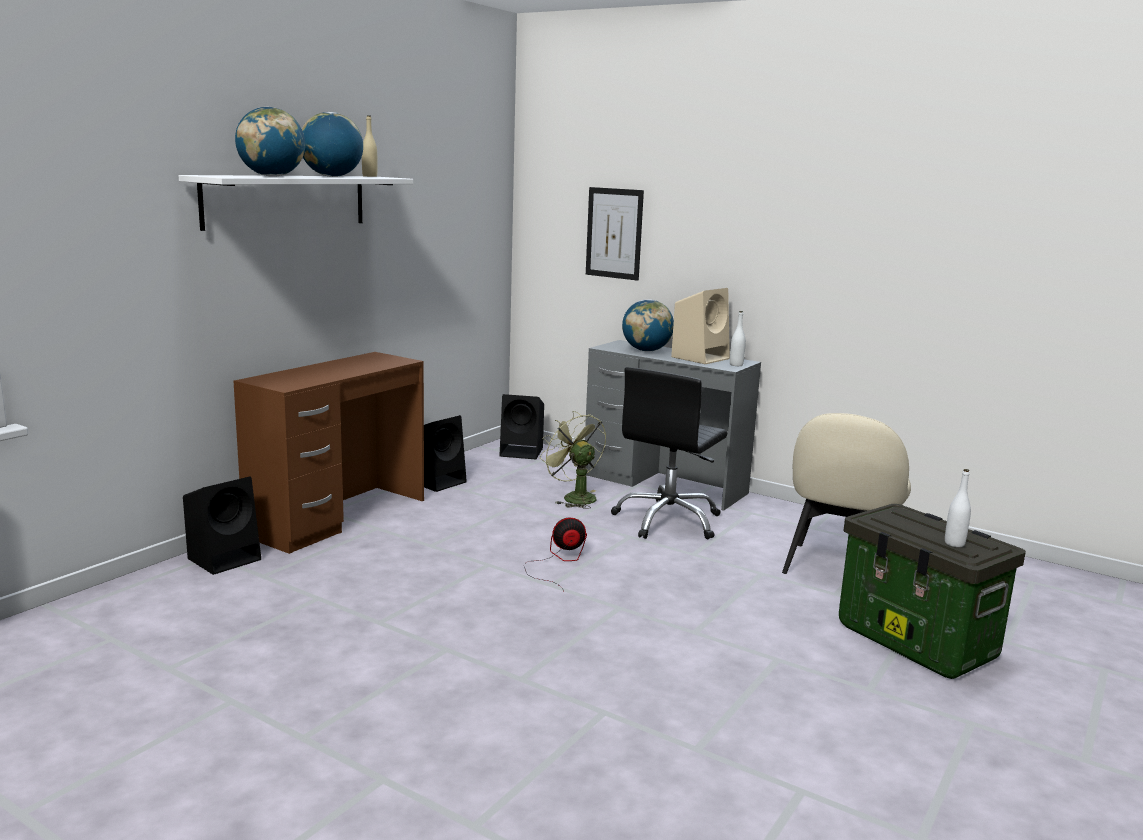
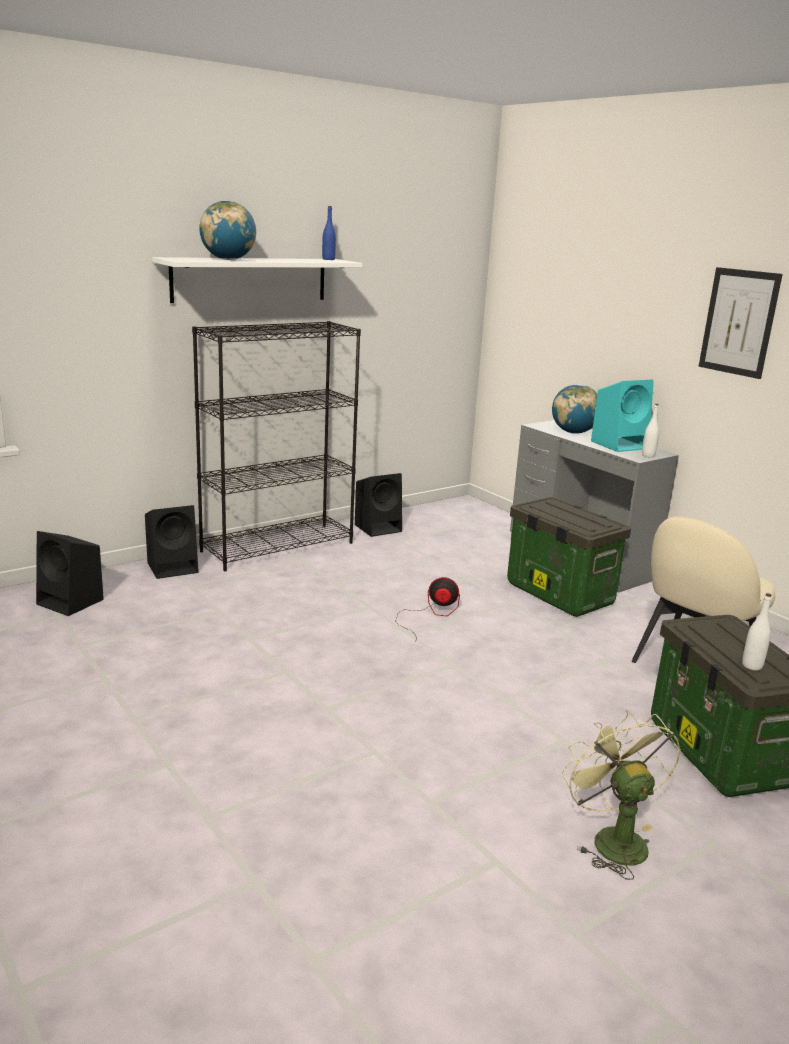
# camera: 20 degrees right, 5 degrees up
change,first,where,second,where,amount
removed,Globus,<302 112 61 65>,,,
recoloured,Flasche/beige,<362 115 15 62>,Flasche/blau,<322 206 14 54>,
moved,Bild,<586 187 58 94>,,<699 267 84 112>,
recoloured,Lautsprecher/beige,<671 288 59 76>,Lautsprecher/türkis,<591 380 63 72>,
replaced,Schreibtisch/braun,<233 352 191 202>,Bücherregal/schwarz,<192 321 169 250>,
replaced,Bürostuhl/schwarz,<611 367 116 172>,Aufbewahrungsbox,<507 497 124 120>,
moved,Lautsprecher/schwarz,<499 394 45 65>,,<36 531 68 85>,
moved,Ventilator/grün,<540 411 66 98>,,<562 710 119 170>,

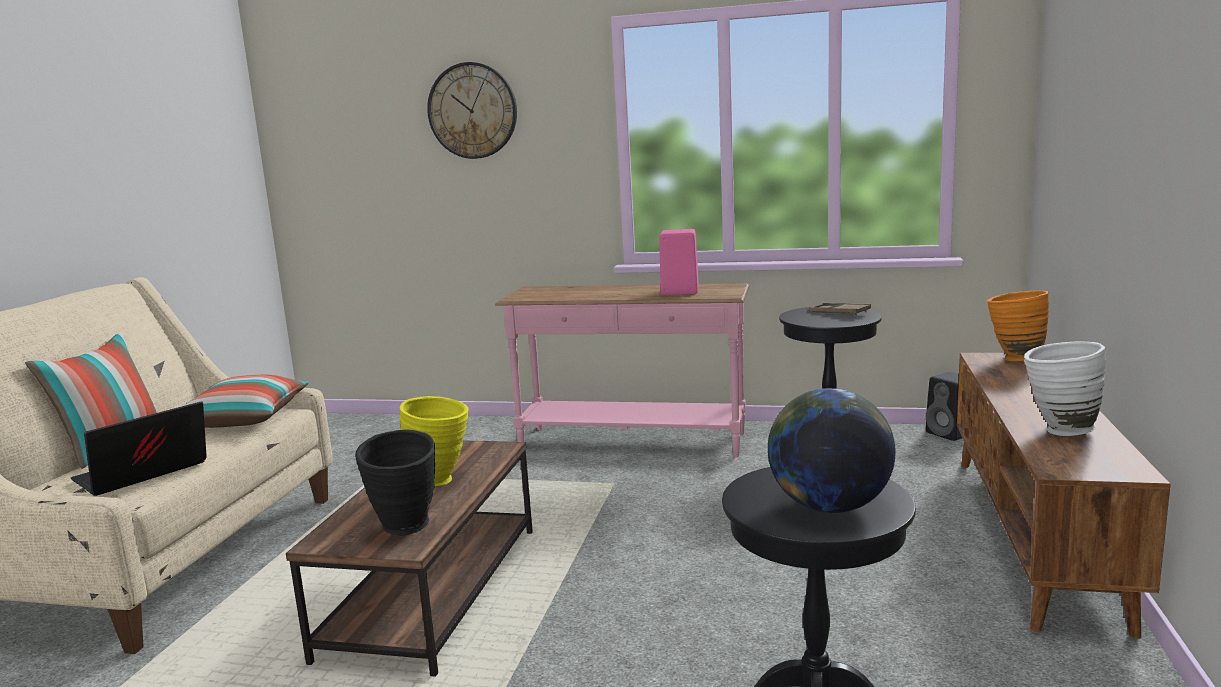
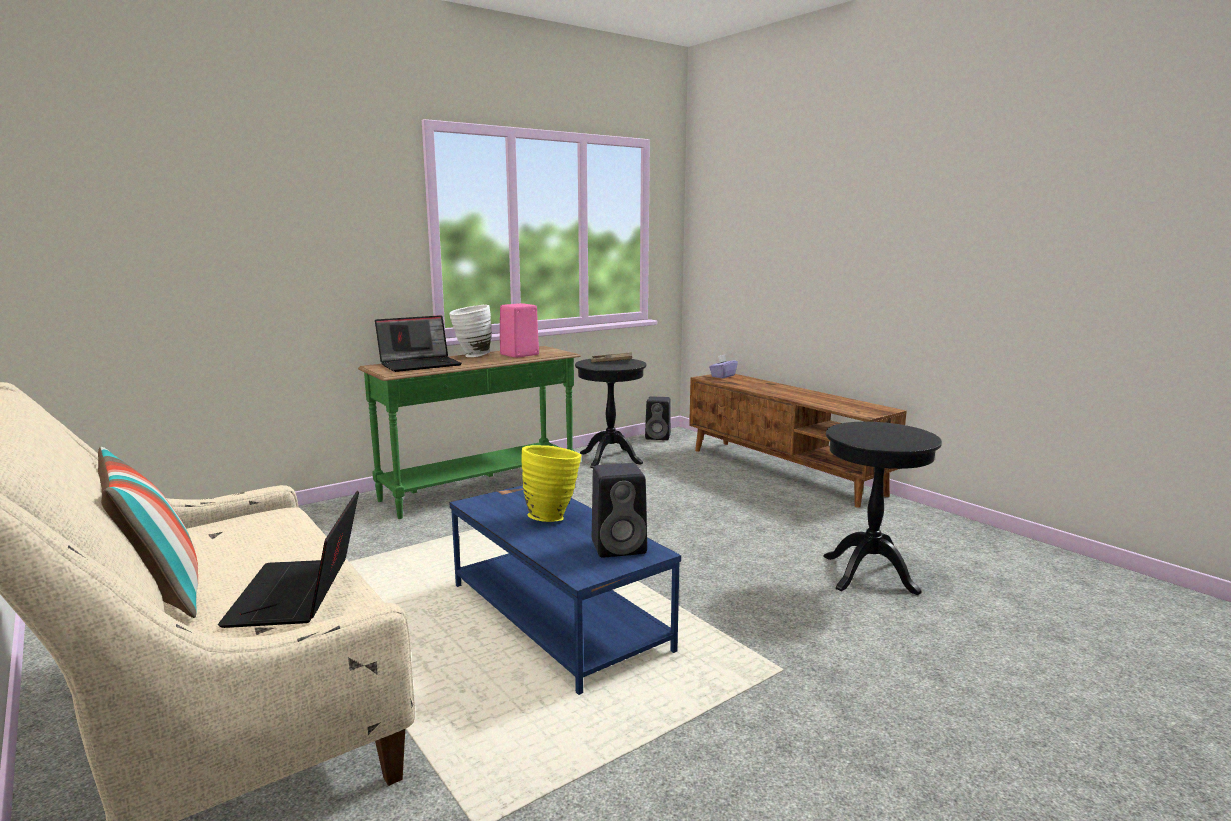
# camera: 50 degrees left, 0 degrees up
change,first,where,second,where,amount
removed,Wanduhr,<427 62 90 97>,,,
recoloured,Konsolentisch/rosa,<495 283 254 174>,Konsolentisch/grün,<358 346 223 173>,
replaced,Vase/orange,<987 291 62 70>,Taschentuchbox/lila,<709 354 29 24>,
moved,Vase/weiß,<1024 342 82 94>,,<449 305 42 52>,
removed,Kissen,<184 375 124 53>,,,
removed,Globus,<768 388 128 125>,,,
replaced,Vase/schwarz,<355 430 80 106>,Lautsprecher/schwarz,<592 463 55 94>,
recoloured,Couchtisch/braun,<286 440 247 237>,Couchtisch/blau,<449 485 232 210>,
added,,,Laptop,<375 315 87 57>,

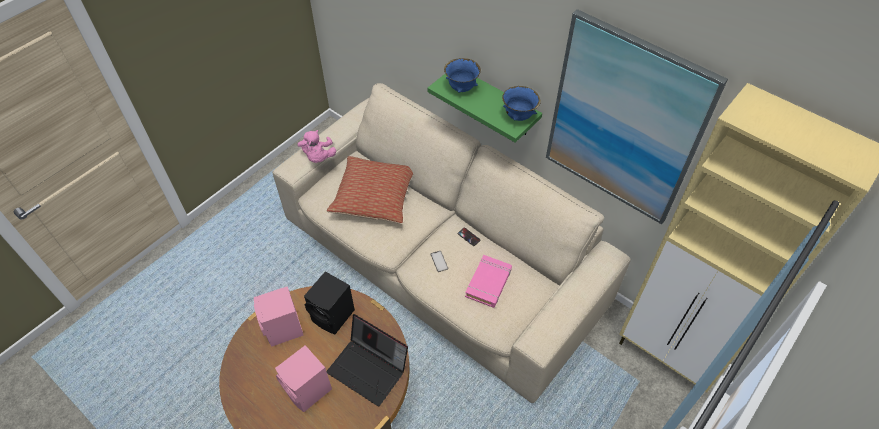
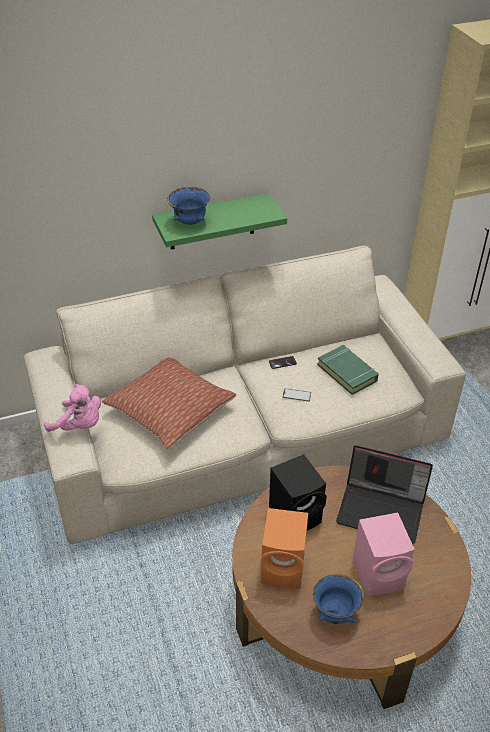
# camera: 60 degrees left, 10 degrees down
change,first,where,second,where,amount
removed,Bild,<546 9 182 215>,,,
moved,Schüssel/blau,<502 86 39 35>,,<313 574 51 50>,
recoloured,Buch/rosa,<465 255 47 53>,Buch/grün,<317 345 62 50>,
recoloured,Lautsprecher/rosa,<254 286 50 61>,Lautsprecher/orange,<261 508 47 81>,
turned,Laptop,<326 314 82 92>,,<336 445 97 99>,45 degrees clockwise

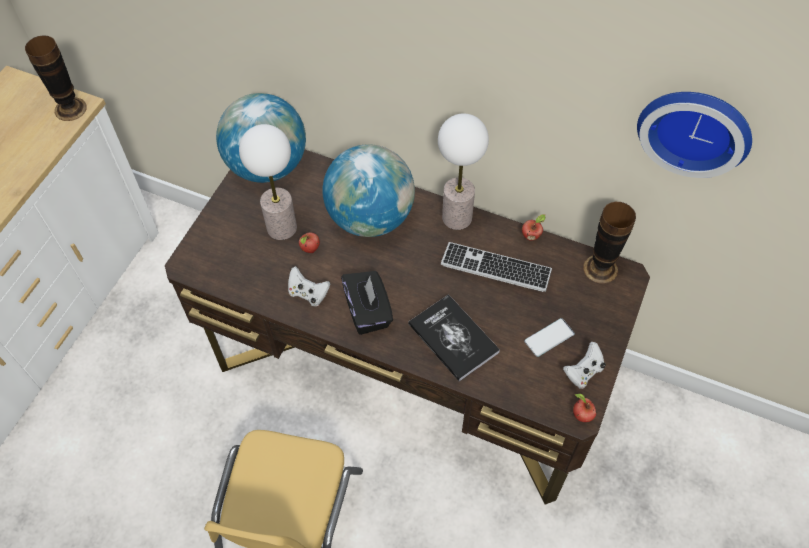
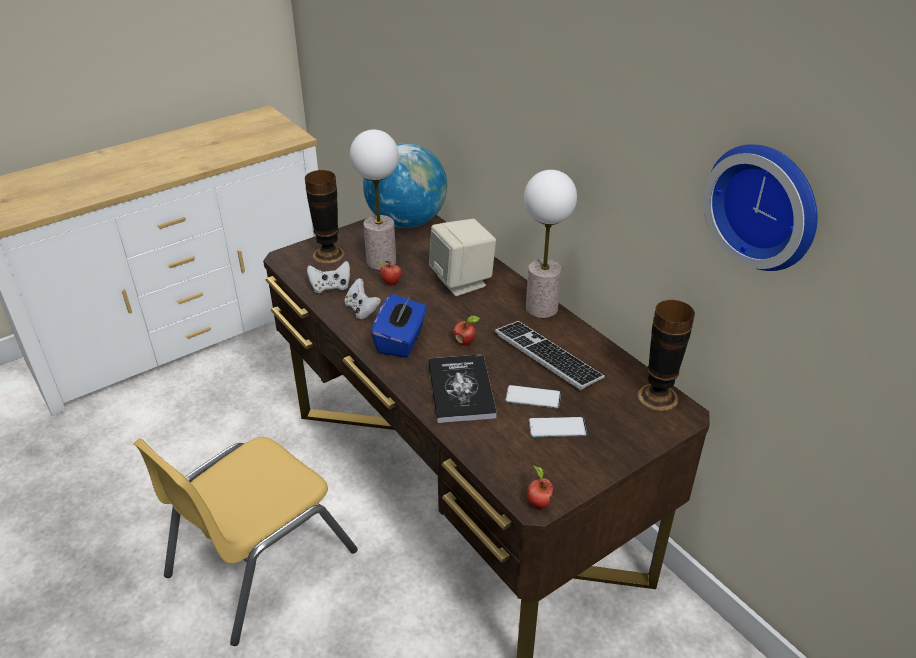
# camera: 30 degrees right, 20 degrees down
change,first,where,second,where,amount
moved,Vase,<25 35 62 86>,,<305 170 40 94>,
replaced,Globus,<322 144 93 93>,Lautsprecher/beige,<429 219 67 77>,
moved,Apfel,<522 215 23 26>,,<453 316 27 30>,
recoloured,Taschentuchbox/schwarz,<341 271 52 64>,Taschentuchbox/blau,<371 294 56 64>,
moved,Gamepad/weiß,<563 342 43 47>,,<307 261 43 32>,
added,,,Handy,<505 385 56 23>,

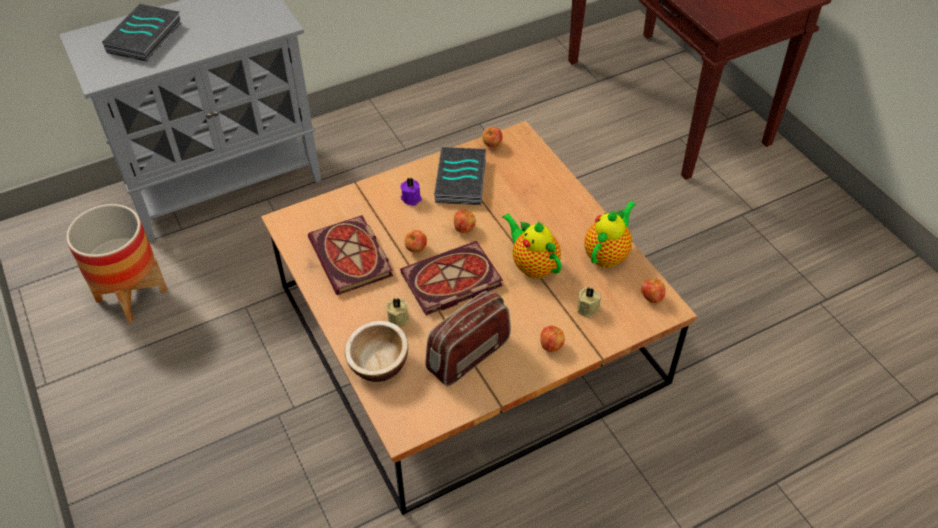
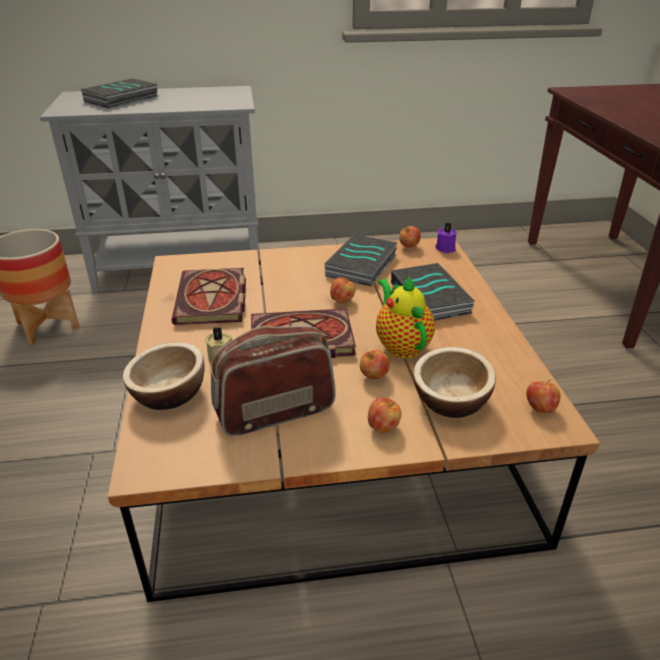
# camera: 20 degrees right, 15 degrees down
change,first,where,second,where,amount
moved,Kerze/lila,<400 178 22 28>,,<435 223 21 30>,
removed,Teekanne,<584 201 52 67>,,,
moved,Apfel,<405 230 22 23>,,<360 350 30 29>,
replaced,Kerze/beige,<577 288 24 30>,Schüssel,<413 347 83 71>,
added,,,Buch,<391 263 84 58>,

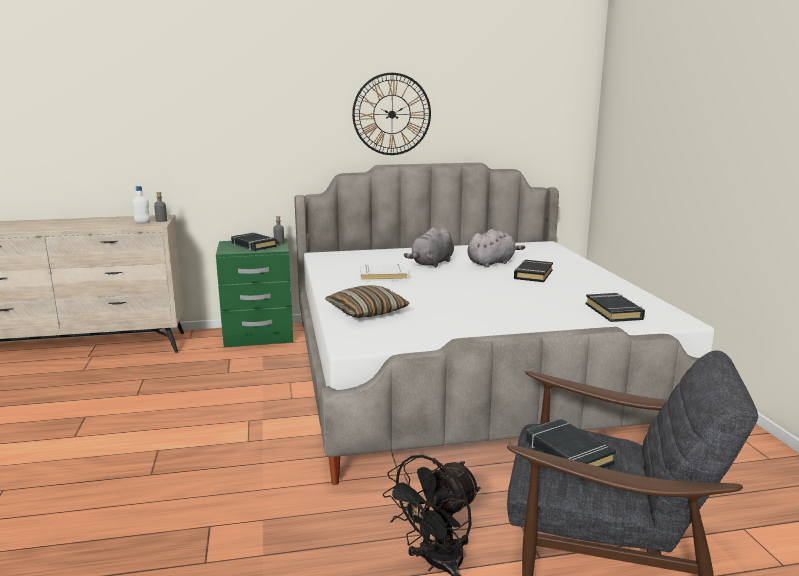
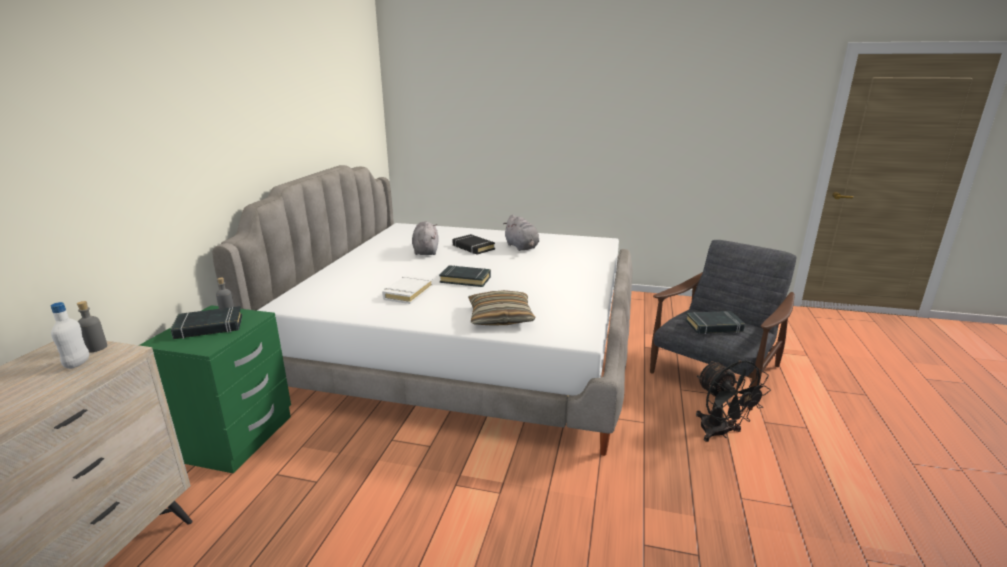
# camera: 65 degrees left, 5 degrees up
change,first,where,second,where,amount
removed,Wanduhr,<352 73 79 82>,,,
moved,Plüschtier/grau,<404 227 50 40>,,<503 215 36 36>,
moved,Buch/schwarz,<586 293 59 29>,,<439 265 52 22>,

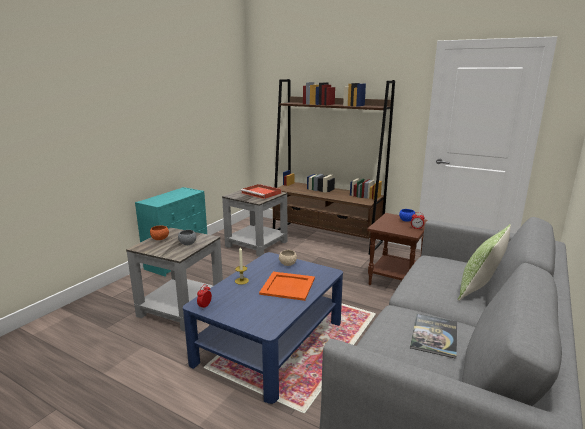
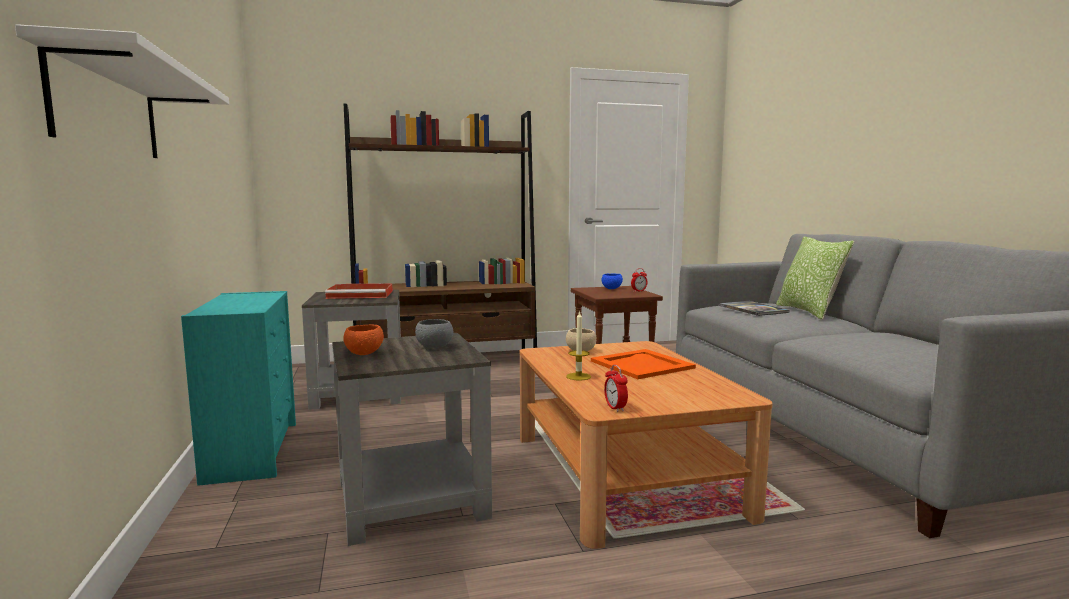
# camera: 45 degrees left, 10 degrees down
change,first,where,second,where,amount
recoloured,Couchtisch/blau,<183 252 160 152>,Couchtisch/braun,<519 341 253 208>,
moved,Buch,<410 314 48 45>,,<719 301 70 15>,
added,,,Wandregal/weiß,<15 24 214 134>,

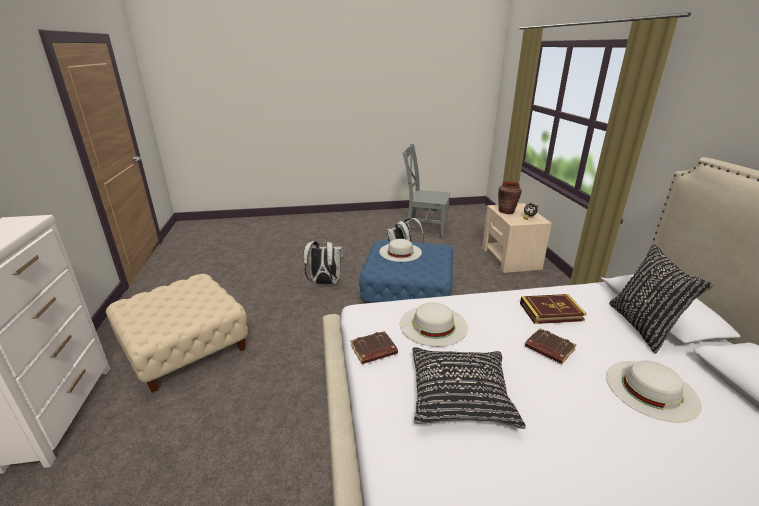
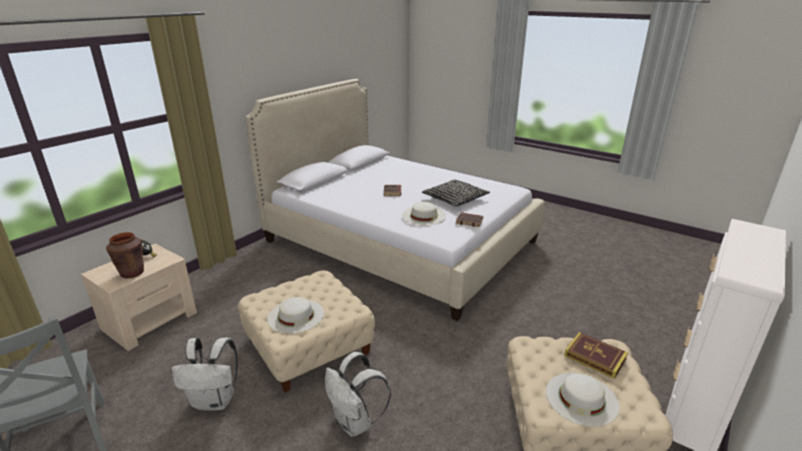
# camera: 135 degrees left, 0 degrees up
change,first,where,second,where,amount
recoloured,Polsterhocker/blau,<359 240 94 63>,Polsterhocker/beige,<238 270 137 122>,
removed,Kissen/schwarz,<609 244 104 110>,,,
moved,Buch,<520 294 66 30>,,<564 332 64 47>,
moved,Hut/weiß,<606 361 96 61>,,<546 373 74 54>,

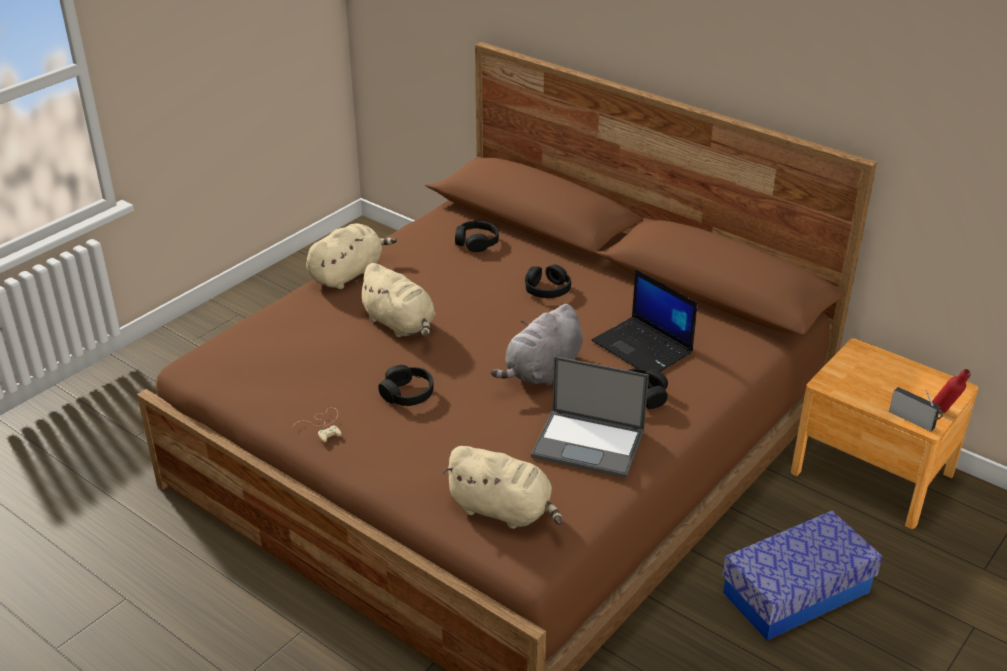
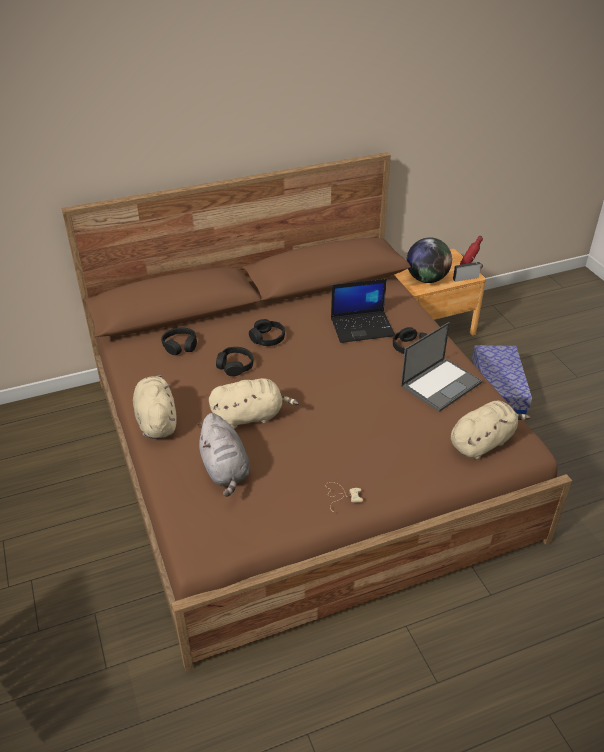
# camera: 60 degrees left, 5 degrees up
change,first,where,second,where,amount
moved,Plüschtier/grau,<491 304 92 82>,,<197 413 53 84>,
moved,Kopfhörer/schwarz,<378 365 56 41>,,<216 347 37 29>,
added,,,Globus,<407 238 45 45>,

